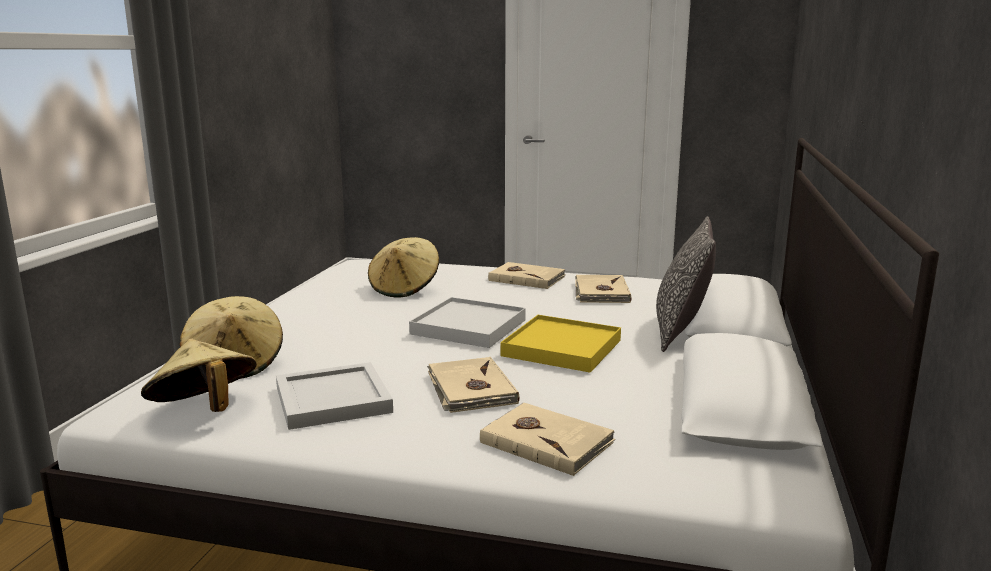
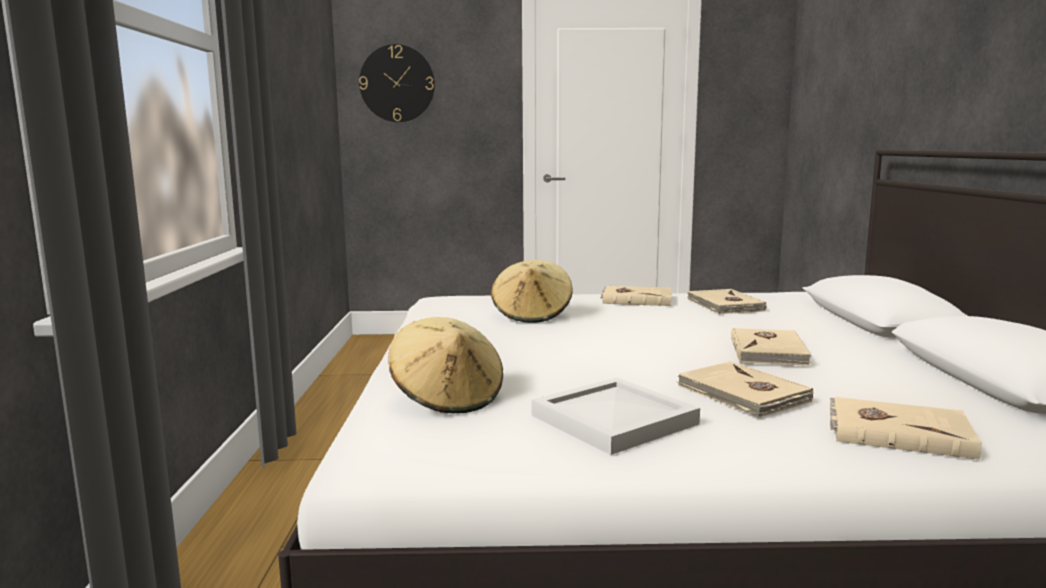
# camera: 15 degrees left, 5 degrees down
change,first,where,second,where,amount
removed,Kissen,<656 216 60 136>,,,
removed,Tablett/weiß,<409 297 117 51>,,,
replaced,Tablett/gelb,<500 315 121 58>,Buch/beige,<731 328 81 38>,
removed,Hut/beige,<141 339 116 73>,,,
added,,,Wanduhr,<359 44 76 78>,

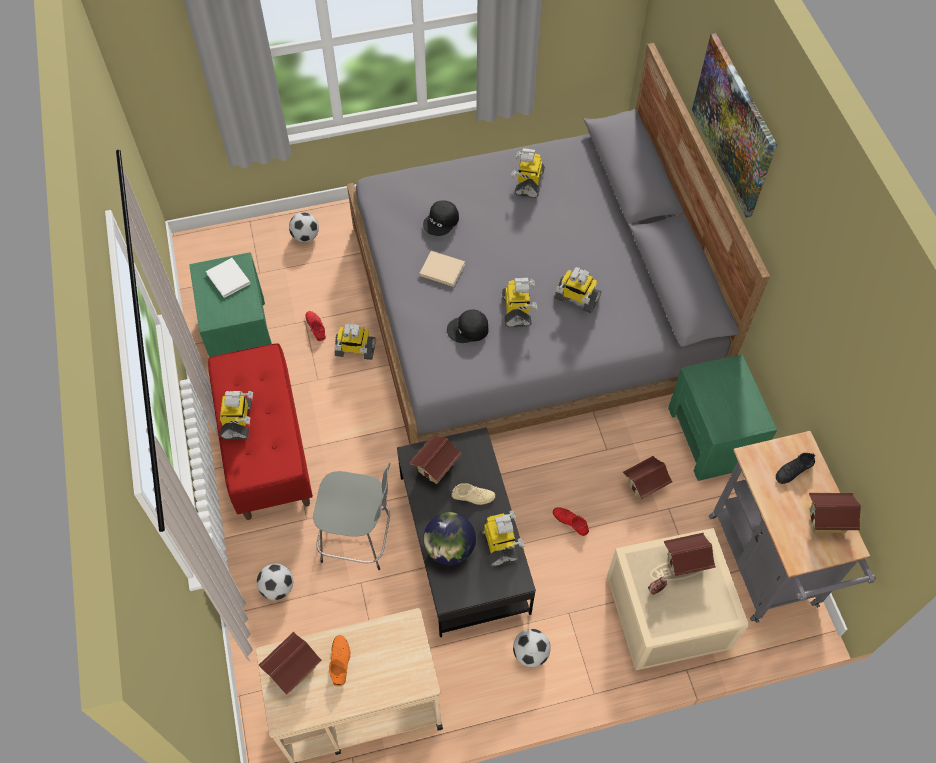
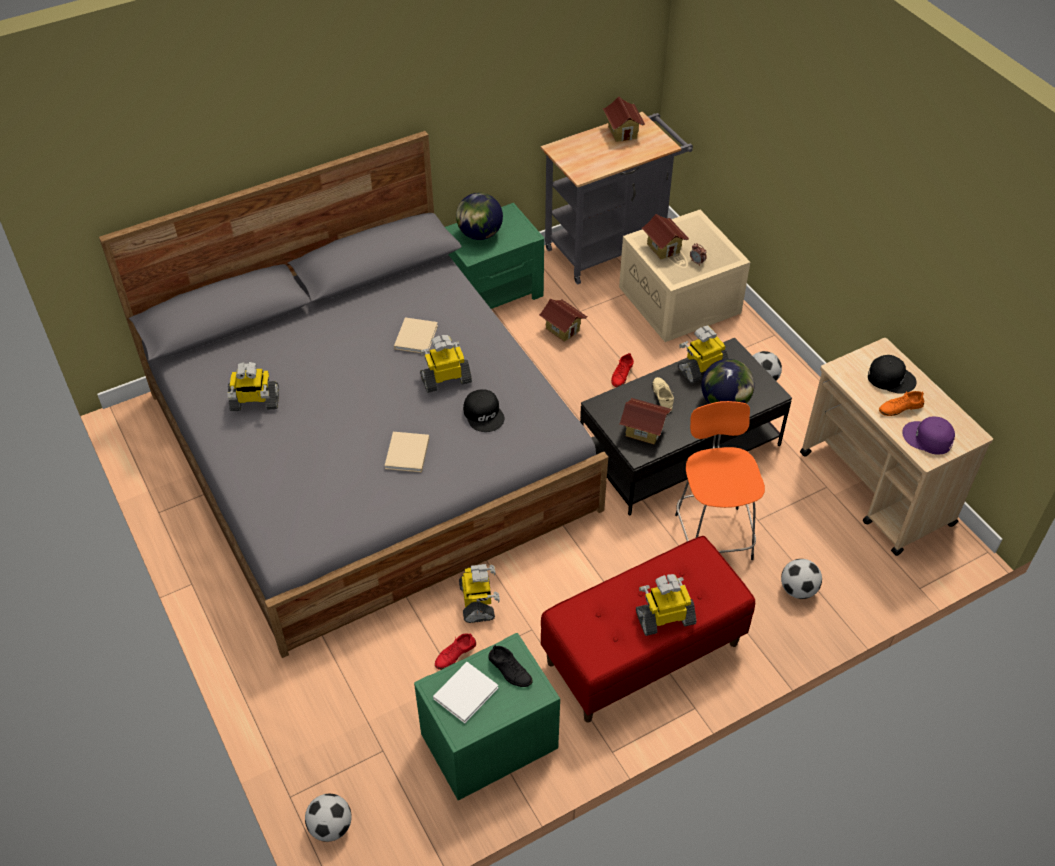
# camera: 105 degrees left, 10 degrees down
change,first,where,second,where,amount
removed,Bild,<692 33 85 185>,,,
moved,Kappe/schwarz,<423 200 36 36>,,<868 355 48 39>,
moved,Fußball,<289 212 30 30>,,<305 794 47 48>,
replaced,Spielzeugroboter,<554 267 48 46>,Buch/beige,<394 317 44 36>,
moved,Schuh/schwarz,<776 453 39 31>,,<488 645 45 42>,
recoloured,Hocker/grau,<313 463 78 107>,Hocker/orange,<675 401 90 159>,
replaced,Spielzeughaus,<259 632 63 62>,Kappe/lila,<902 417 53 38>,
added,,,Globus,<456 193 47 47>,

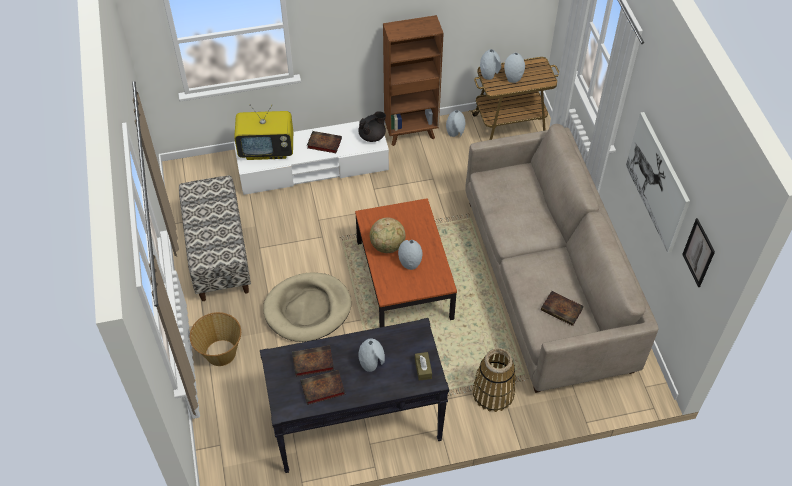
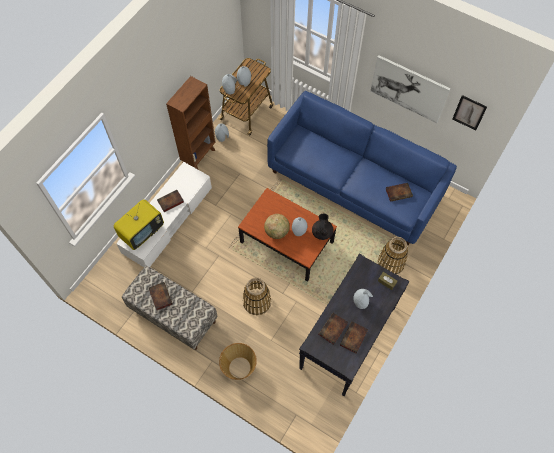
# camera: 45 degrees left, 10 degrees up
change,first,where,second,where,amount
moved,Teekanne/schwarz,<358 111 28 31>,,<312 214 21 26>,
recoloured,Sofa/beige,<465 124 193 269>,Sofa/blau,<267 91 190 154>,
replaced,Hundebett/beige,<263 272 89 70>,Korb,<243 278 28 37>,
added,,,Buch,<149 282 23 28>,

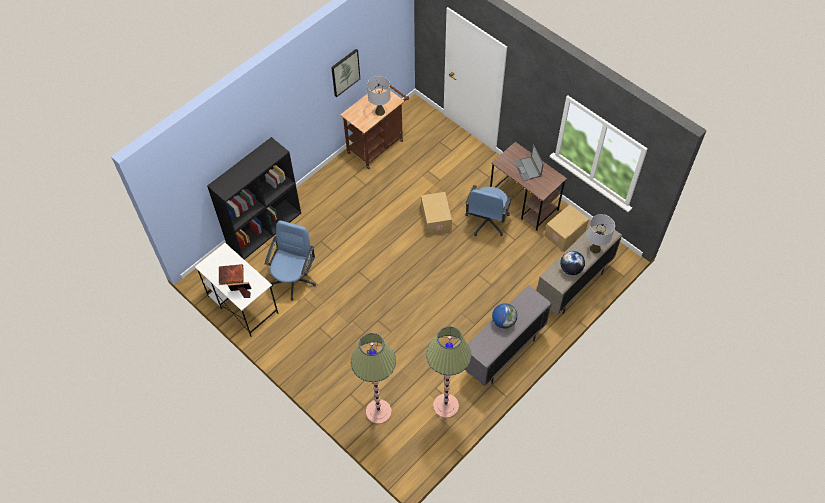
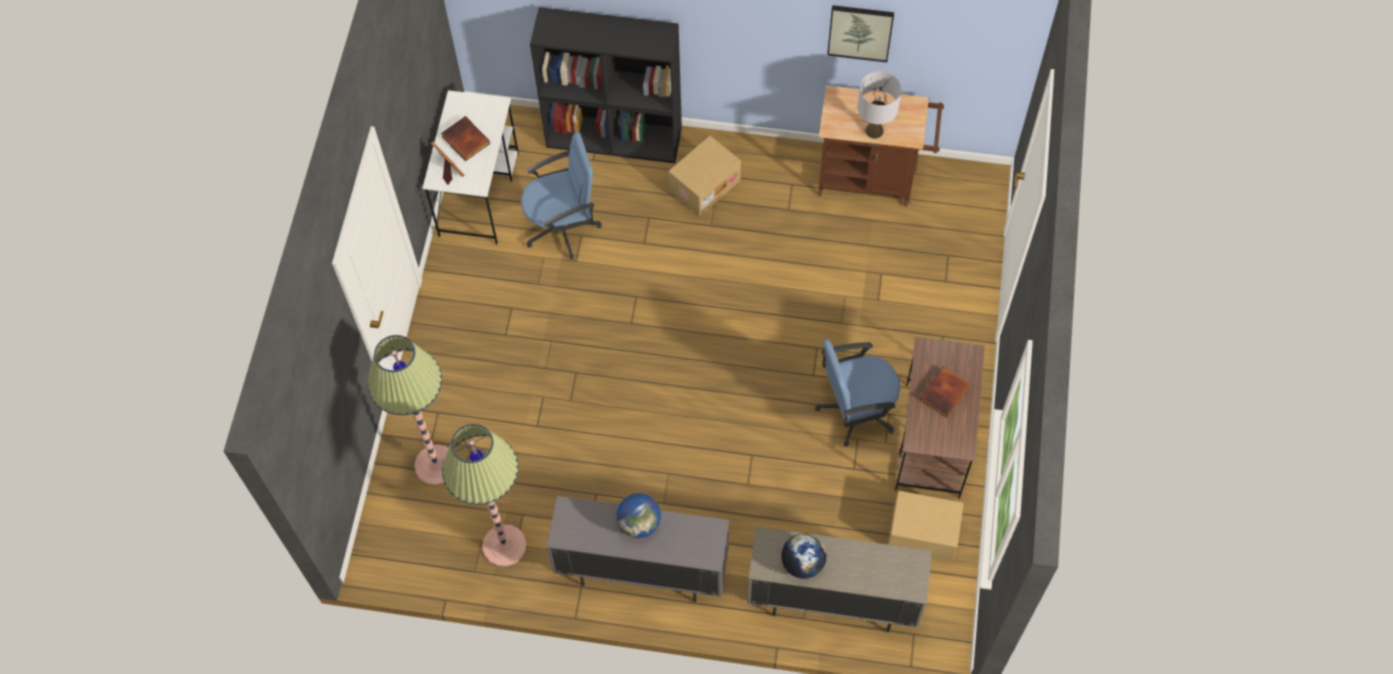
# camera: 55 degrees right, 5 degrees up
change,first,where,second,where,amount
replaced,Laptop,<514 144 30 37>,Buch,<919 367 52 51>,
moved,Karton,<421 192 31 43>,,<668 136 73 80>,
removed,Tischlampe/grau,<587 214 28 40>,,,

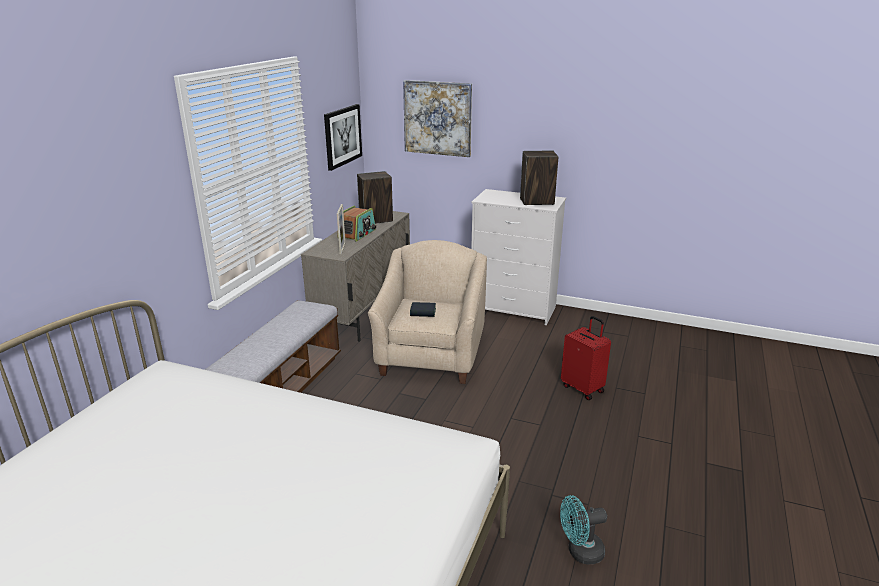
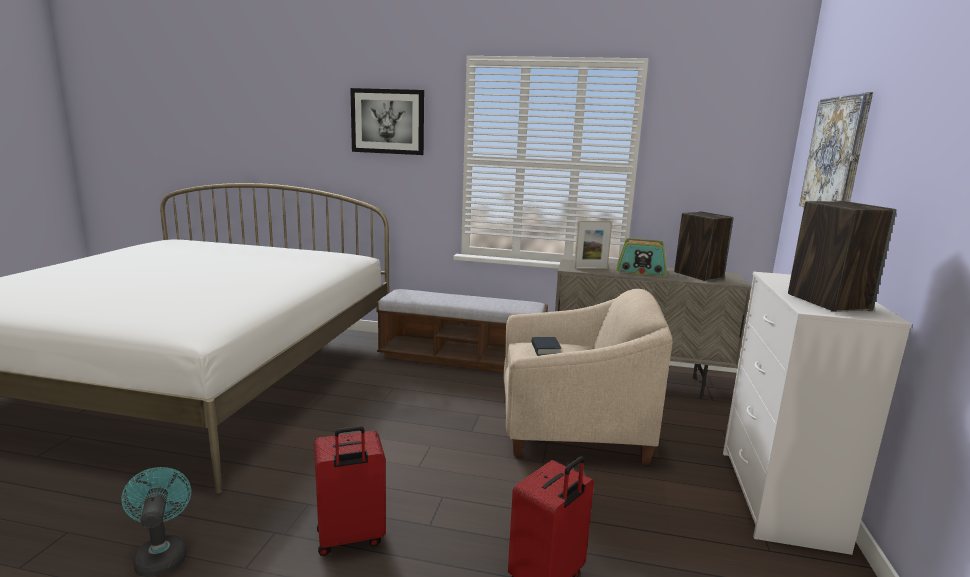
# camera: 80 degrees right, 10 degrees down
change,first,where,second,where,amount
moved,Bild,<324 104 38 67>,,<350 88 74 67>,
added,,,Koffer/rot,<314 426 72 130>,

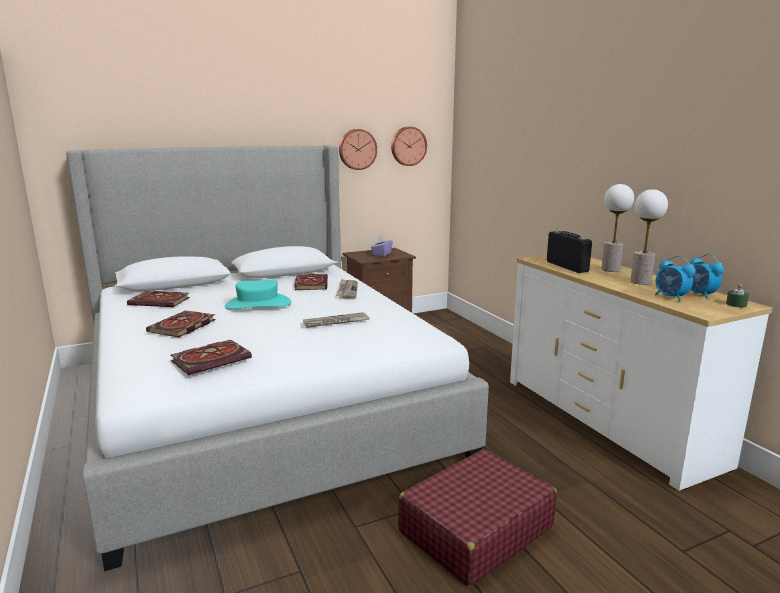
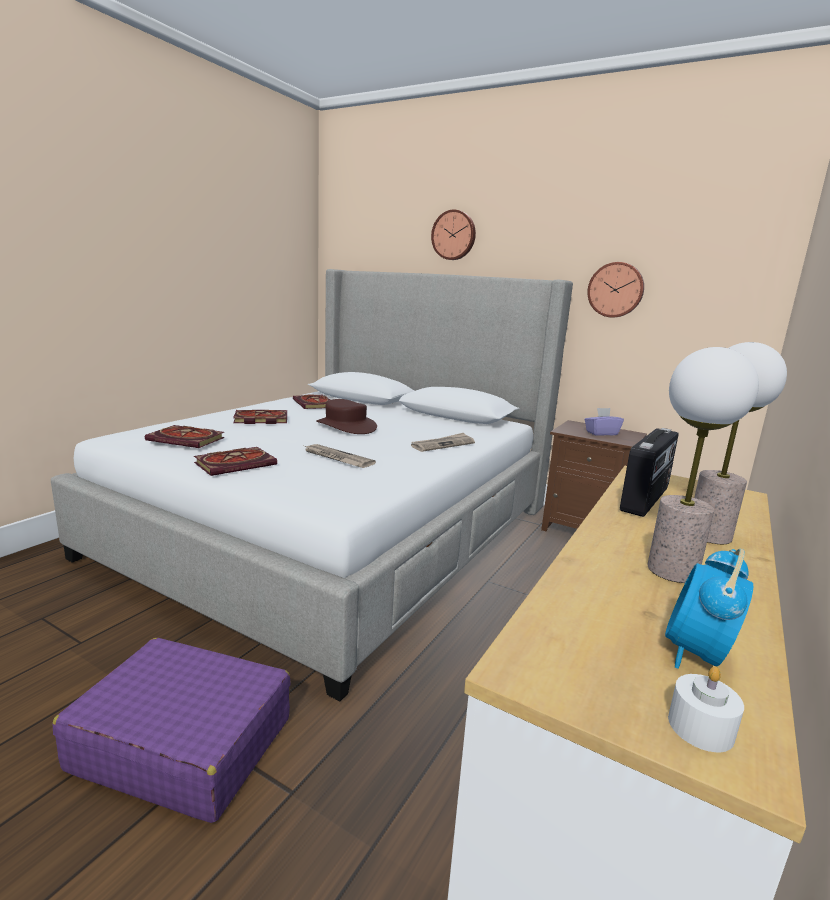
# camera: 55 degrees right, 0 degrees up
change,first,where,second,where,amount
moved,Wanduhr,<391 127 36 39>,,<431 210 45 50>,
removed,Wecker,<655 256 41 45>,,,
moved,Buch,<294 274 34 16>,,<194 447 83 29>,
recoloured,Hut/türkis,<224 279 67 30>,Hut/braun,<316 399 61 35>,
recoloured,Kerze/grün,<726 284 23 23>,Kerze/weiß,<668 666 76 86>,
recoloured,Koffer/rot,<398 449 159 138>,Koffer/lila,<53 638 238 185>,

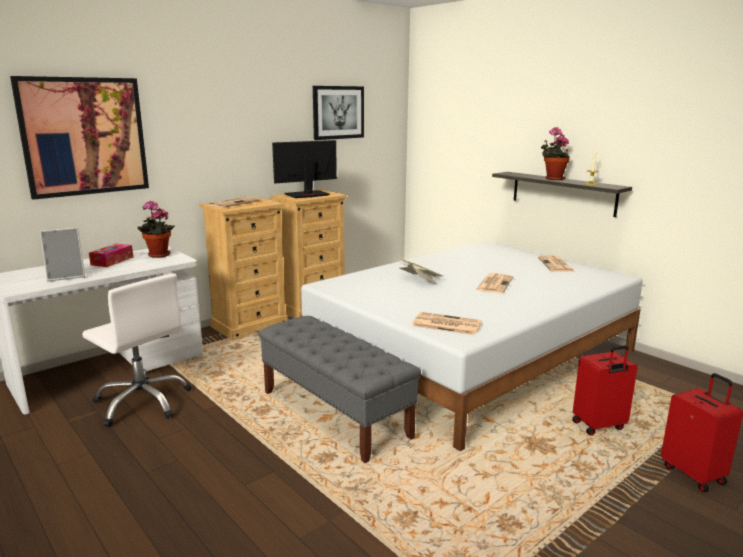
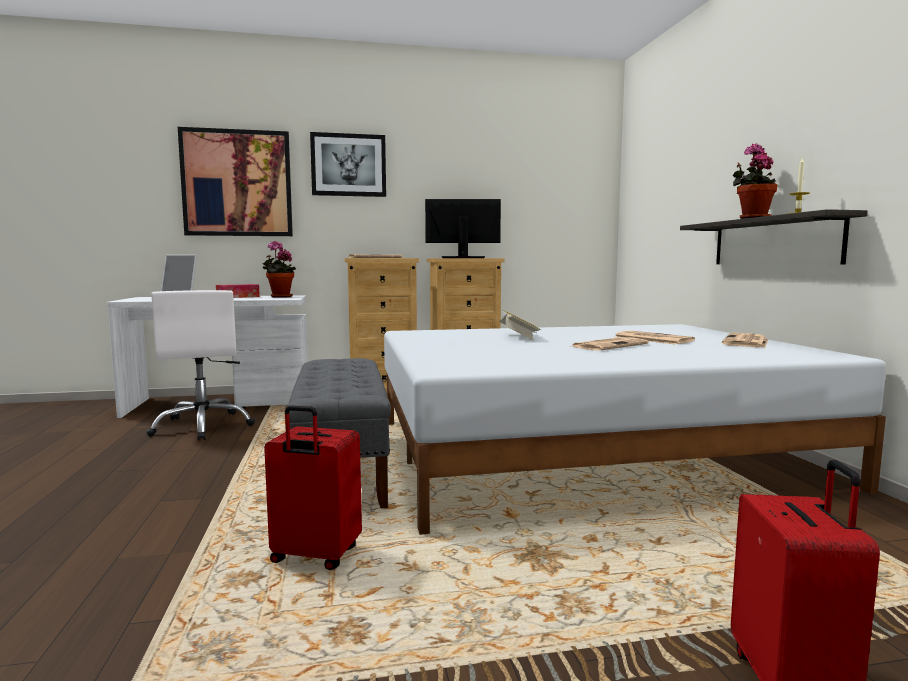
# camera: 30 degrees right, 10 degrees down
change,first,where,second,where,amount
moved,Bild,<313 86 51 54>,,<310 132 76 65>,
moved,Zeitung,<412 312 70 23>,,<615 331 80 14>,
moved,Koffer/rot,<572 345 66 90>,,<264 405 98 165>,

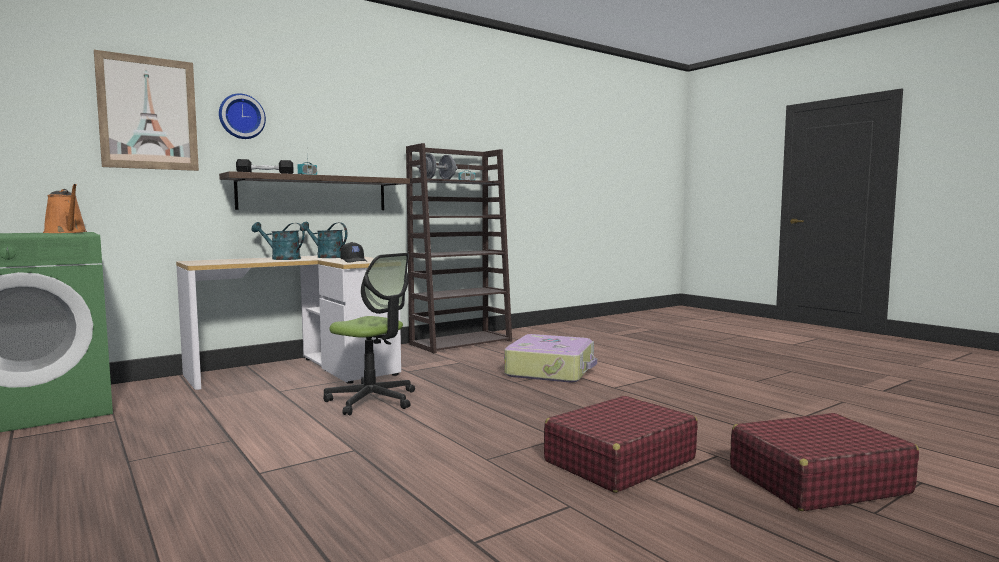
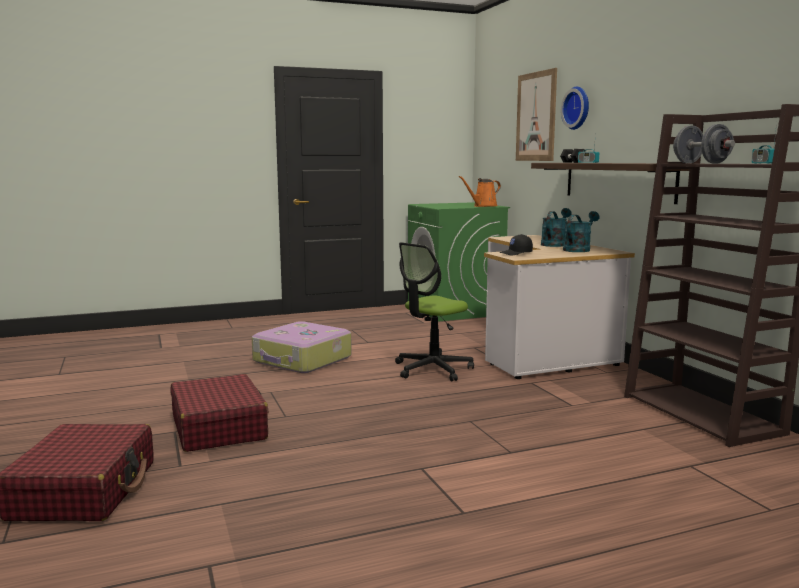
# camera: 105 degrees right, 5 degrees up
change,first,where,second,where,amount
moved,Koffer,<504 334 93 49>,,<252 321 100 52>,

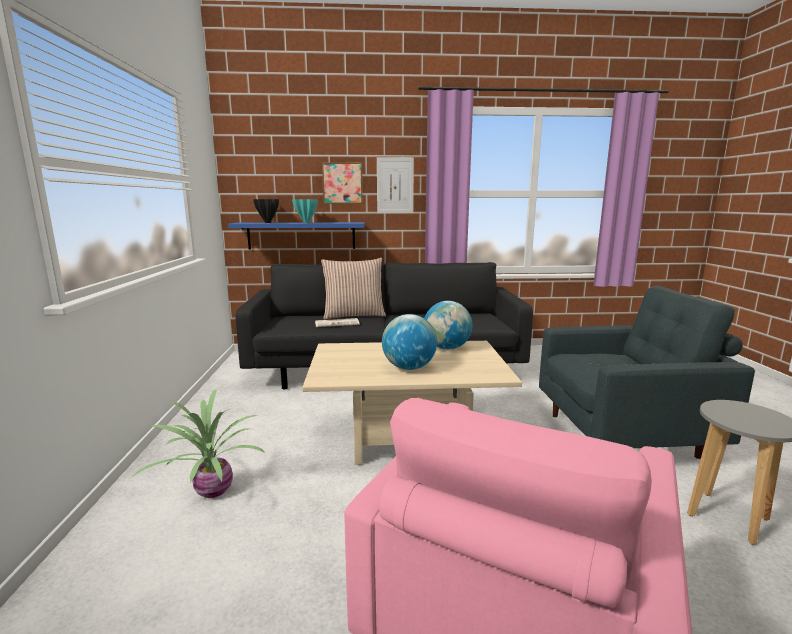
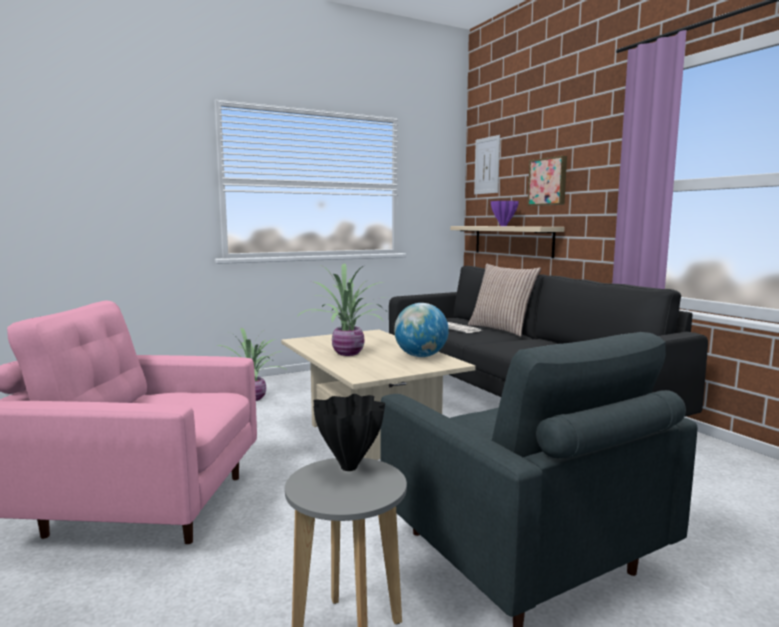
# camera: 65 degrees right, 5 degrees down
change,first,where,second,where,amount
moved,Bild,<377 157 37 56>,,<474 135 26 60>,
moved,Vase/schwarz,<253 199 26 24>,,<313 394 72 77>,
recoloured,Vase/türkis,<292 199 26 24>,Vase/lila,<491 201 28 25>,
recoloured,Wandregal/blau,<228 222 136 27>,Wandregal/beige,<450 226 114 32>,
replaced,Globus,<382 314 55 56>,Topfpflanze,<297 264 91 92>,

